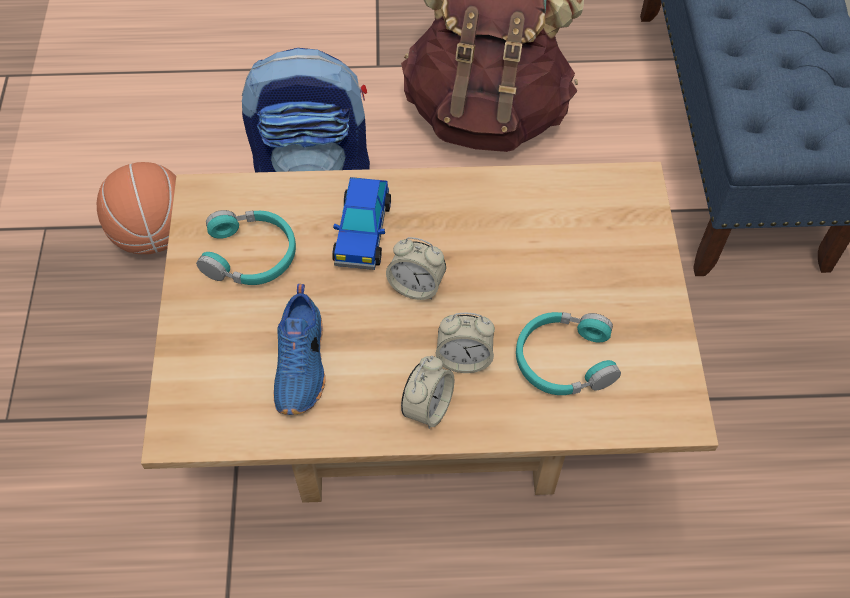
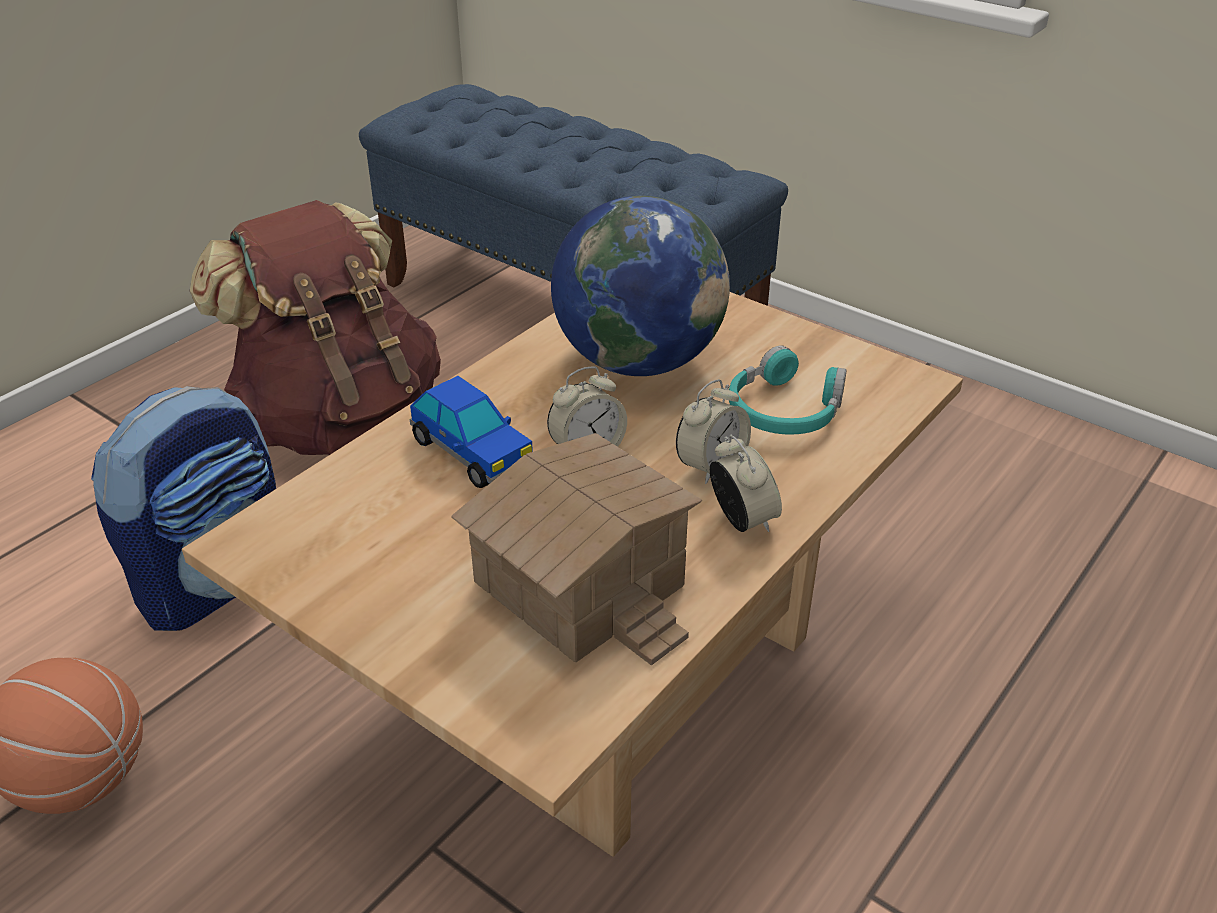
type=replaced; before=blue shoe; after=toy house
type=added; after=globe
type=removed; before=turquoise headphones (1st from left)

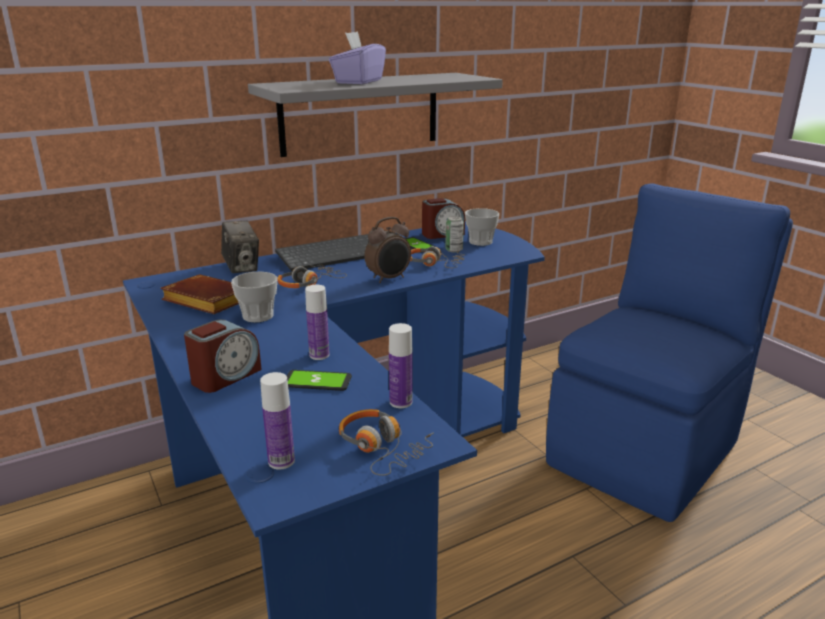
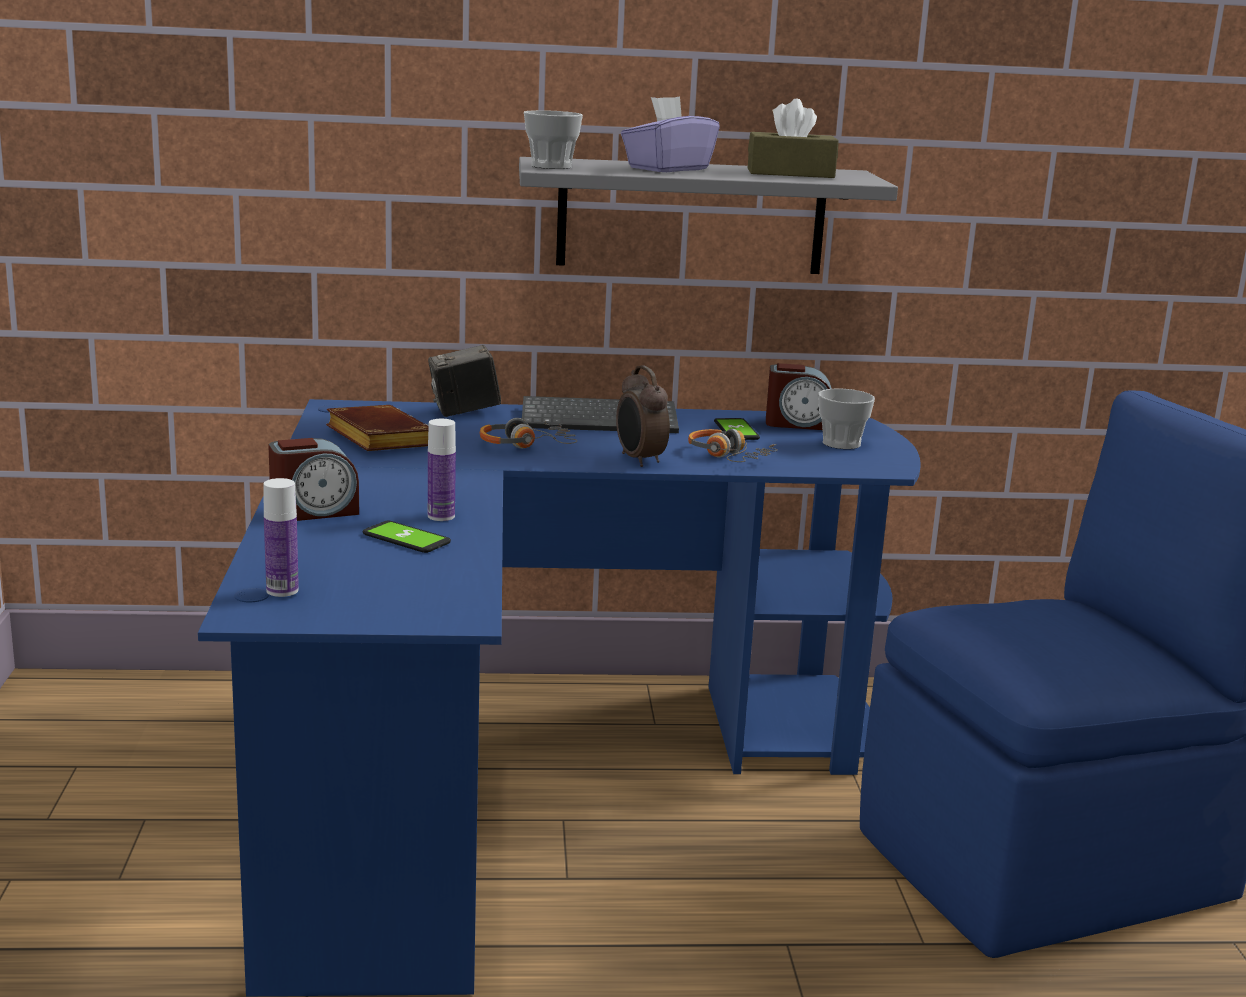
type=turned; before=photo camera; turn=75
type=moved; before=cup (1st from left)
type=turned; before=alarm clock (2nd from left); turn=75
type=added; after=brown tissue box
type=removed; before=headphones (2nd from left)
type=removed; before=bottle (3rd from left)
type=removed; before=can

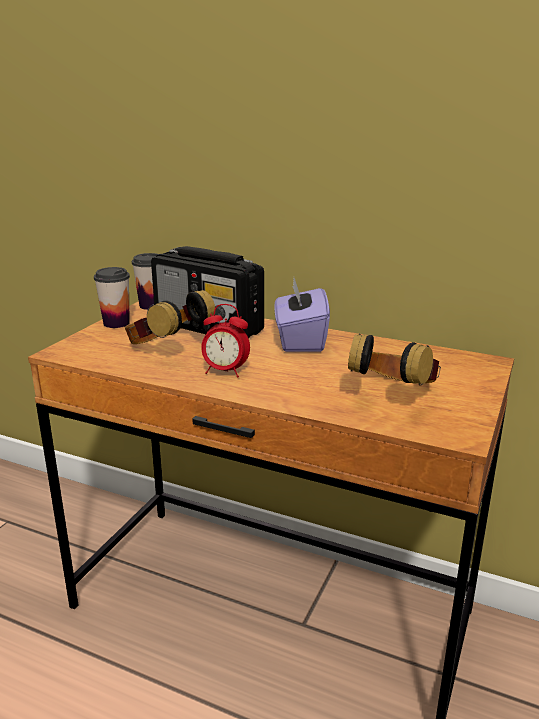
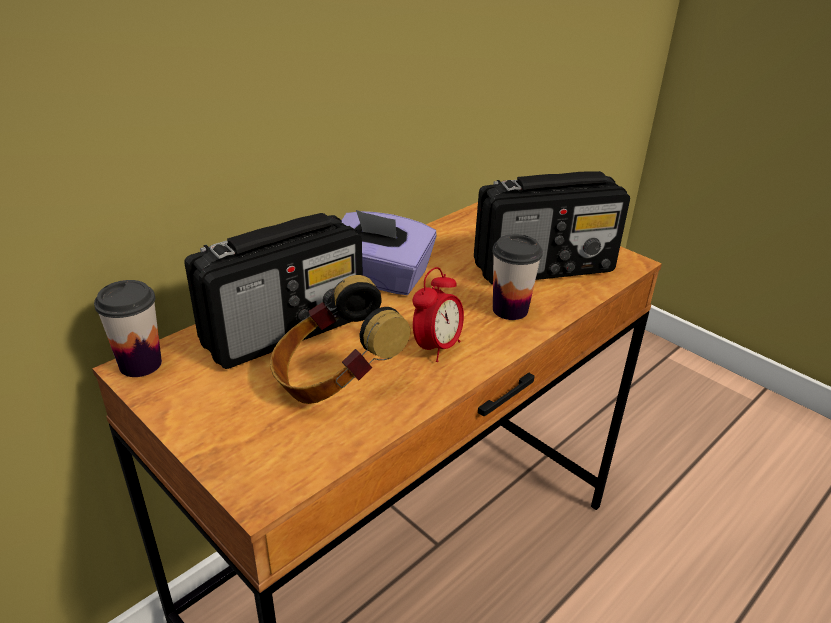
type=replaced; before=headphones (2nd from left); after=radio (2nd from left)
type=moved; before=cup (1st from left in the first image); after=cup (2nd from left)

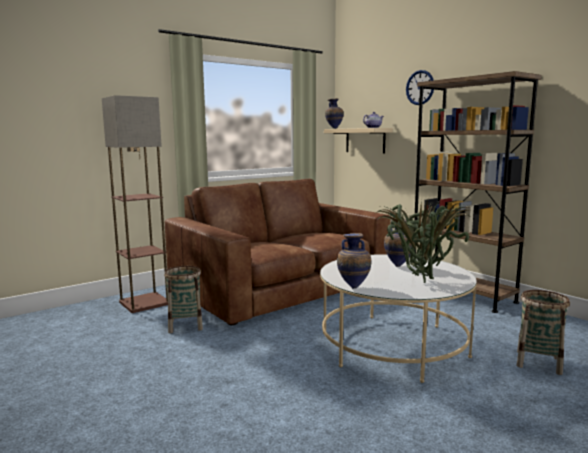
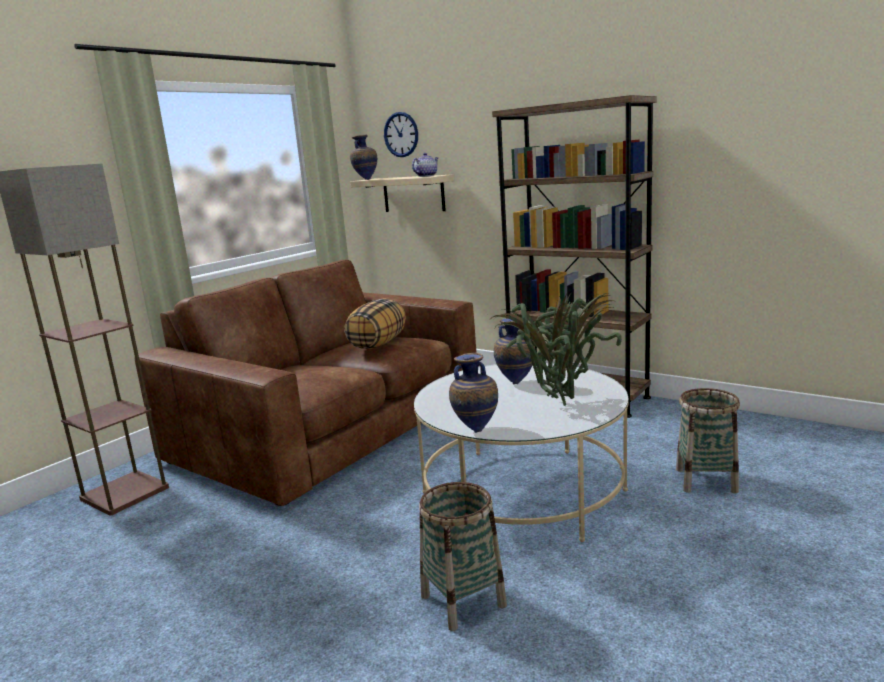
type=added; after=pillow
type=moved; before=wall clock
type=moved; before=basket (1st from left)

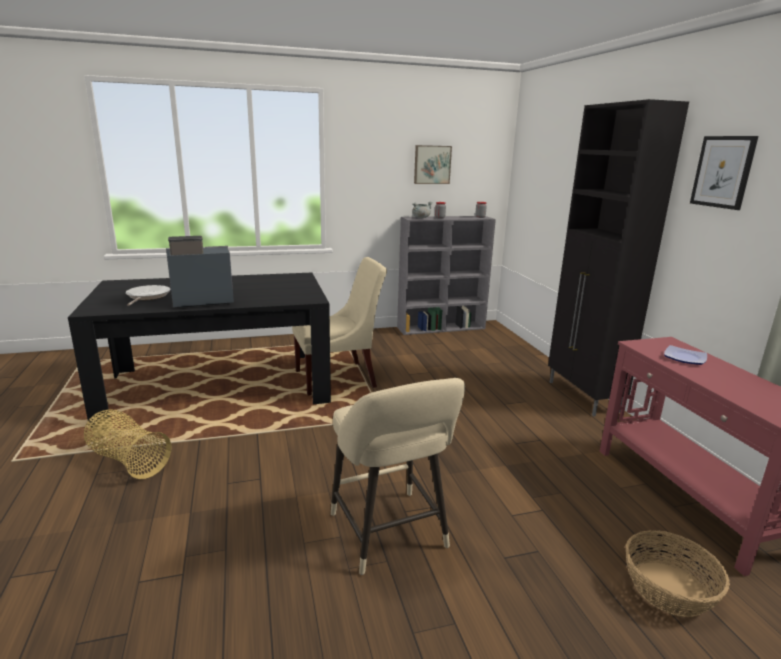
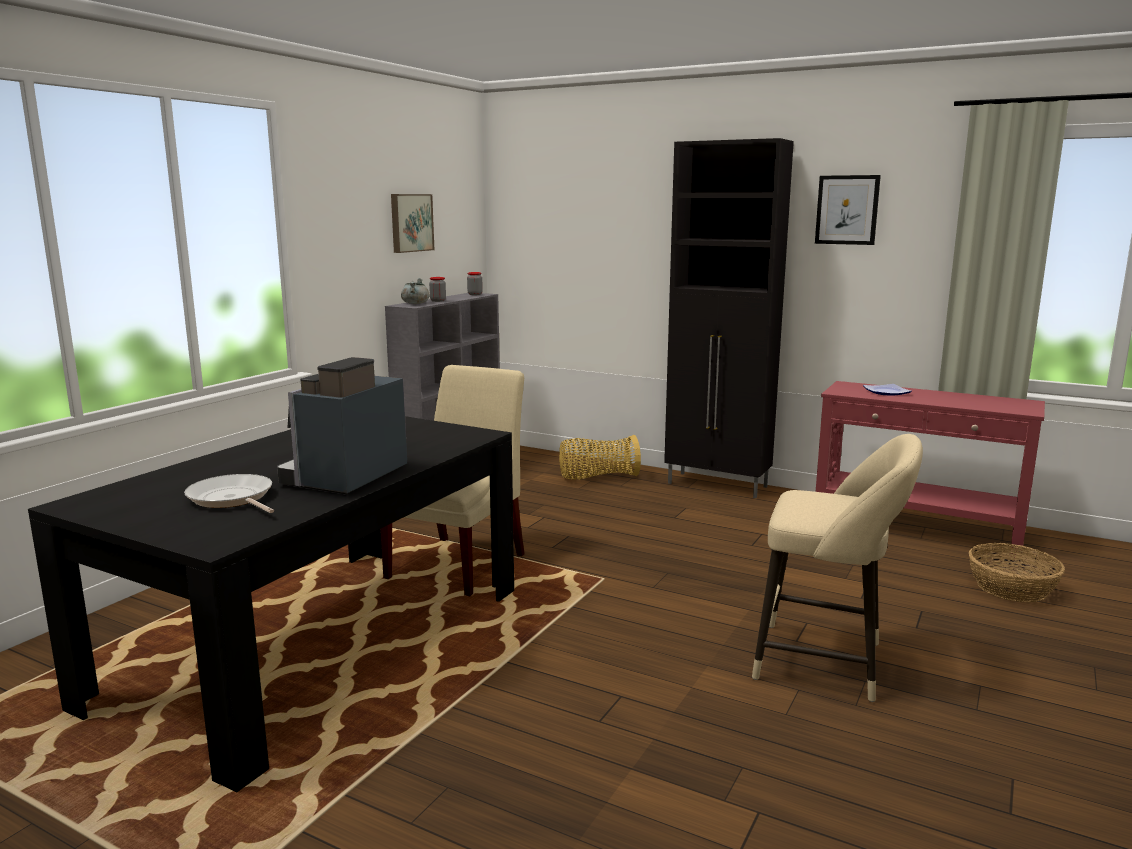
type=moved; before=basket (1st from left)

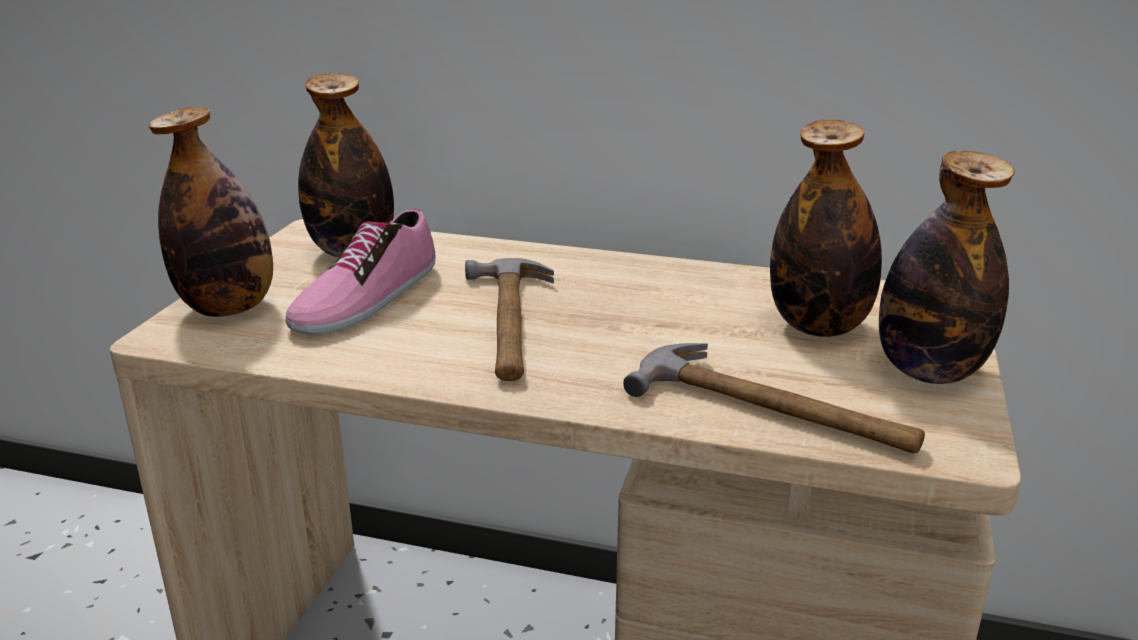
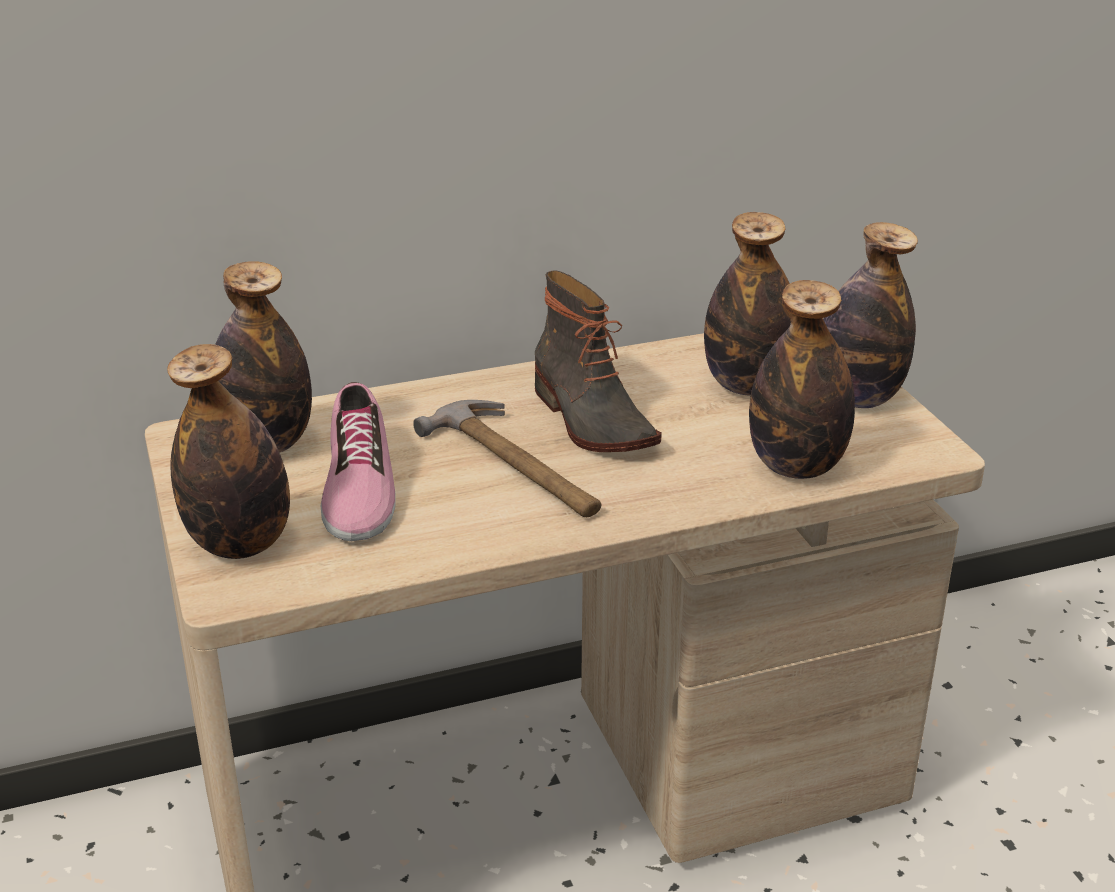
type=added; after=boot
type=replaced; before=hammer (2nd from left); after=bottle (4th from left)

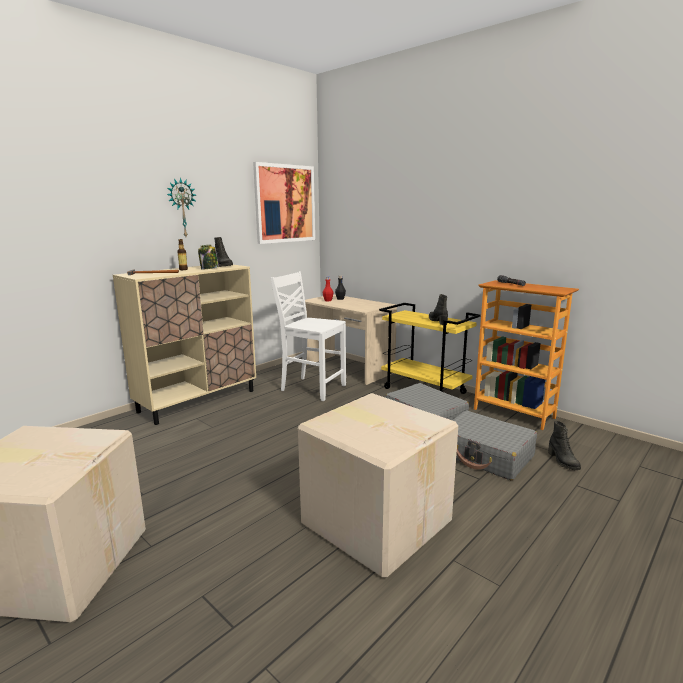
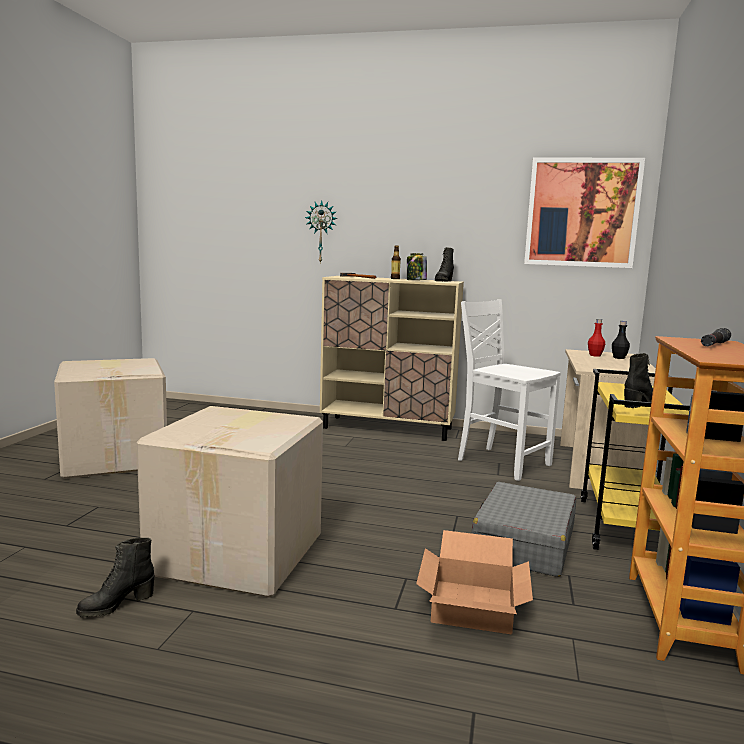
type=moved; before=black boot (3rd from left in the first image); after=black boot (1st from left)
type=moved; before=wall clock
type=replaced; before=grey suitcase (2nd from left); after=cardboard box (3rd from left)
type=turned; before=white chair; turn=-45

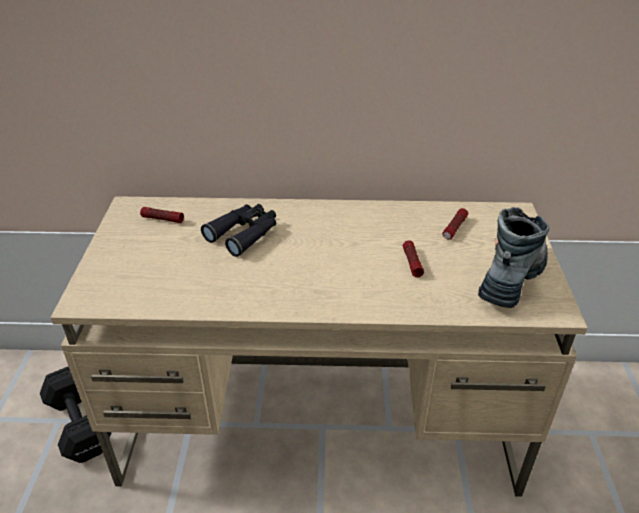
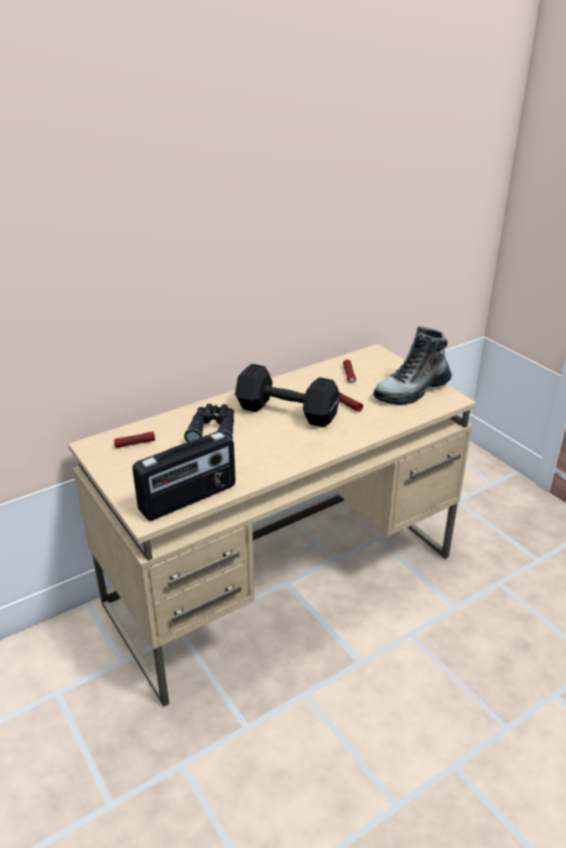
type=added; after=radio
type=moved; before=black dumbbell
type=turned; before=boot; turn=-120

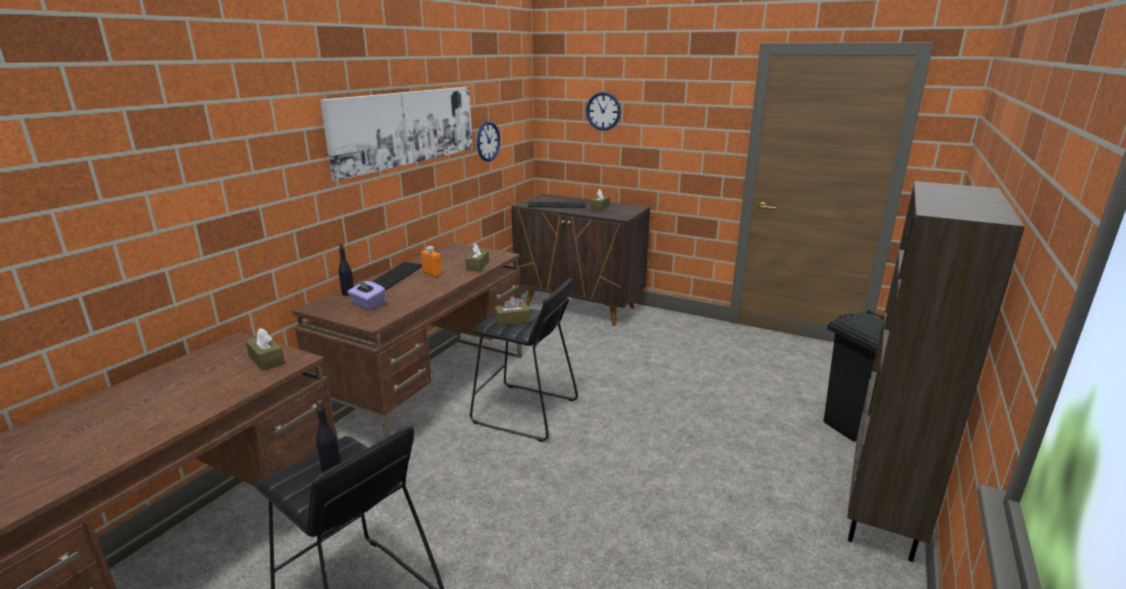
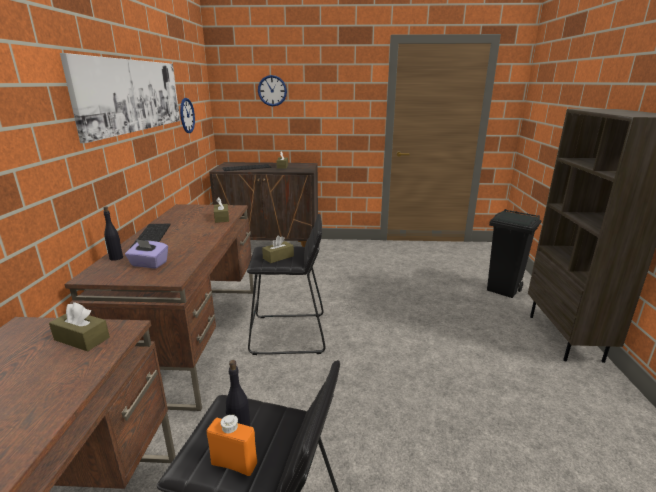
type=moved; before=orange bottle

